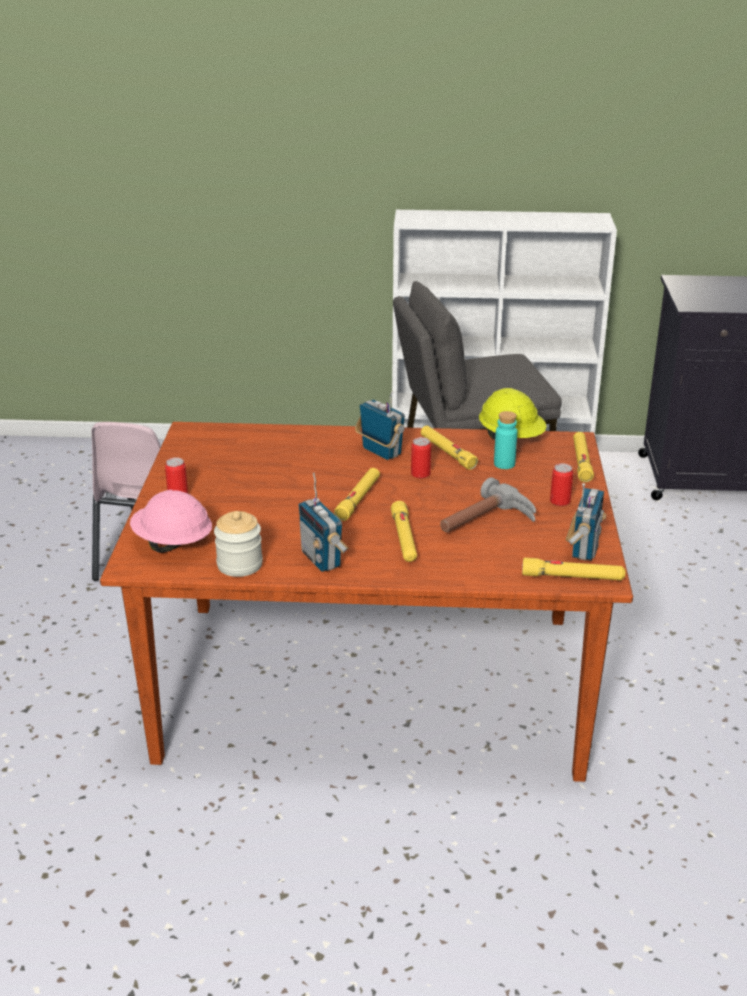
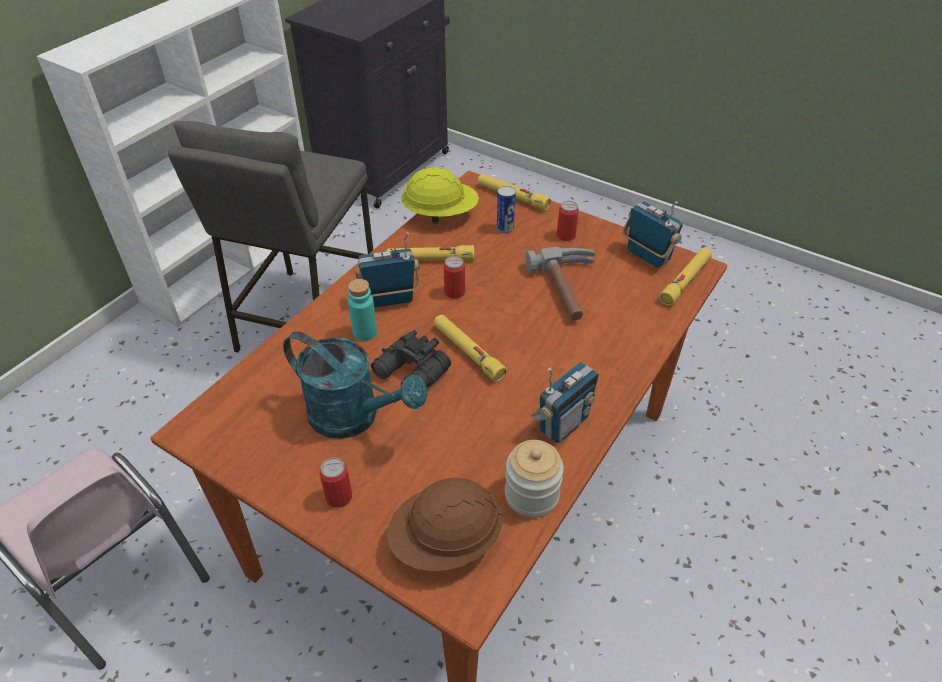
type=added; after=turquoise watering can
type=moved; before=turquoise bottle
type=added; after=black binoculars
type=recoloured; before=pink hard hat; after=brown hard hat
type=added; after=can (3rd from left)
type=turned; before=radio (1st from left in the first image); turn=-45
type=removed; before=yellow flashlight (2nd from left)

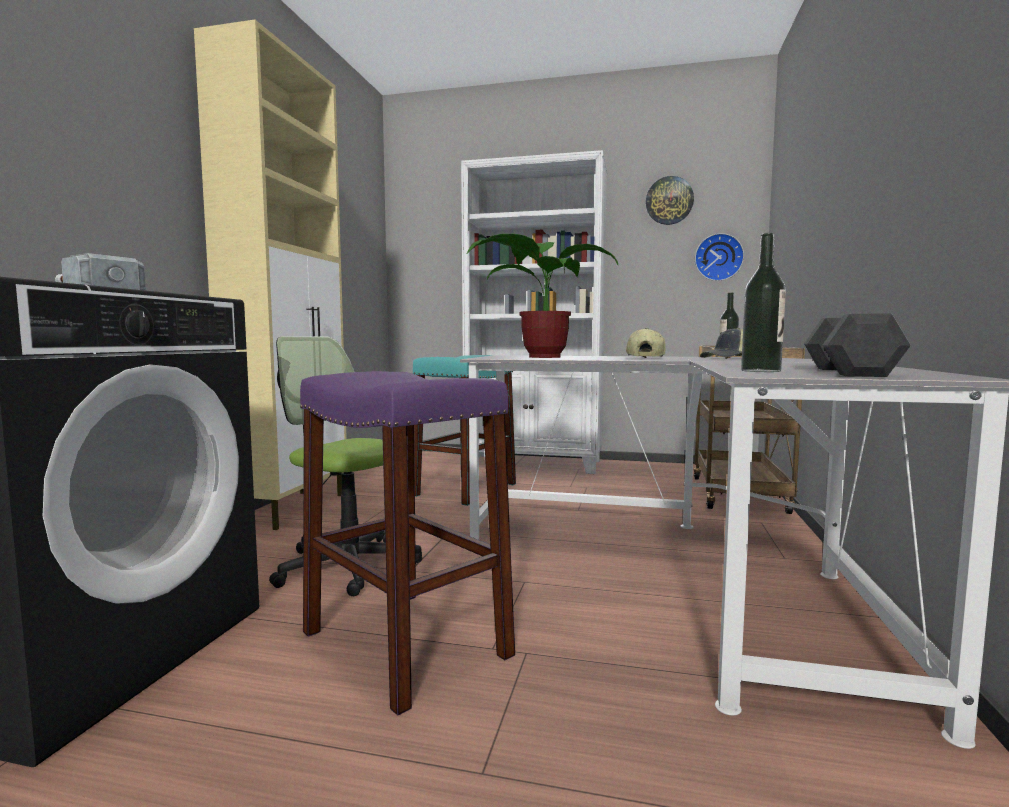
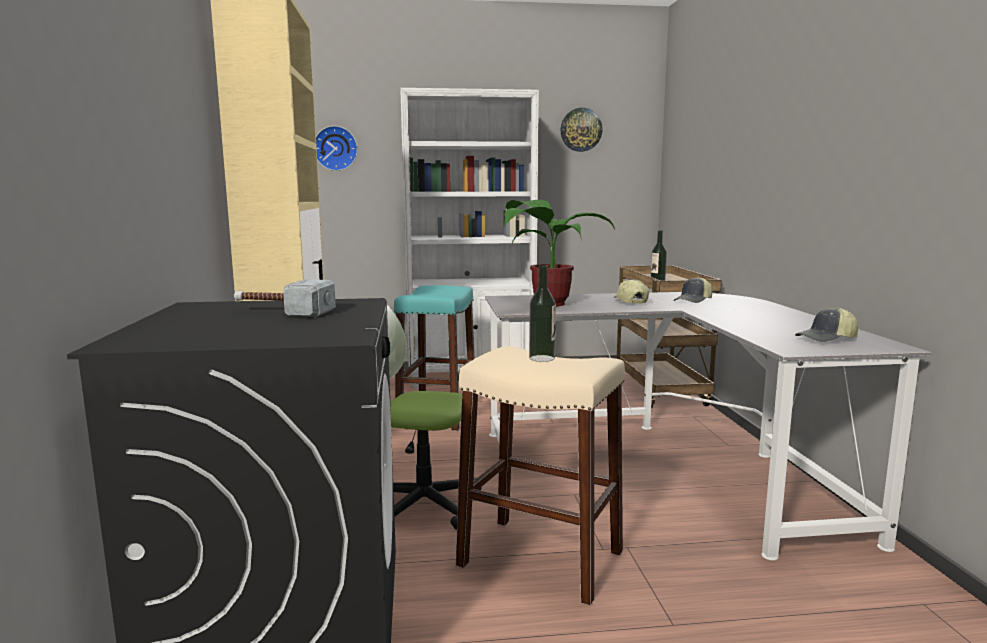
type=moved; before=wall clock (2nd from left in the first image); after=wall clock (1st from left)
type=recoloured; before=purple stool; after=beige stool
type=moved; before=bottle (2nd from left in the first image); after=bottle (1st from left)
type=replaced; before=black dumbbell; after=cap (3rd from left)

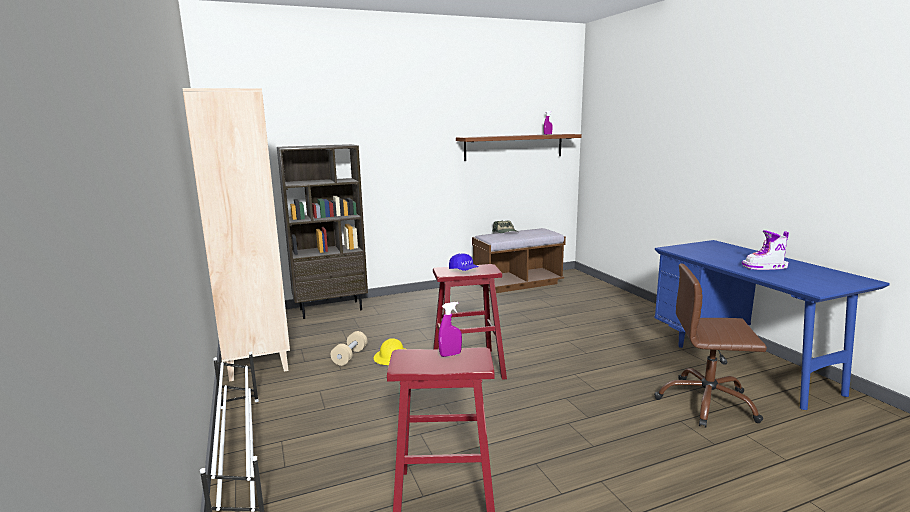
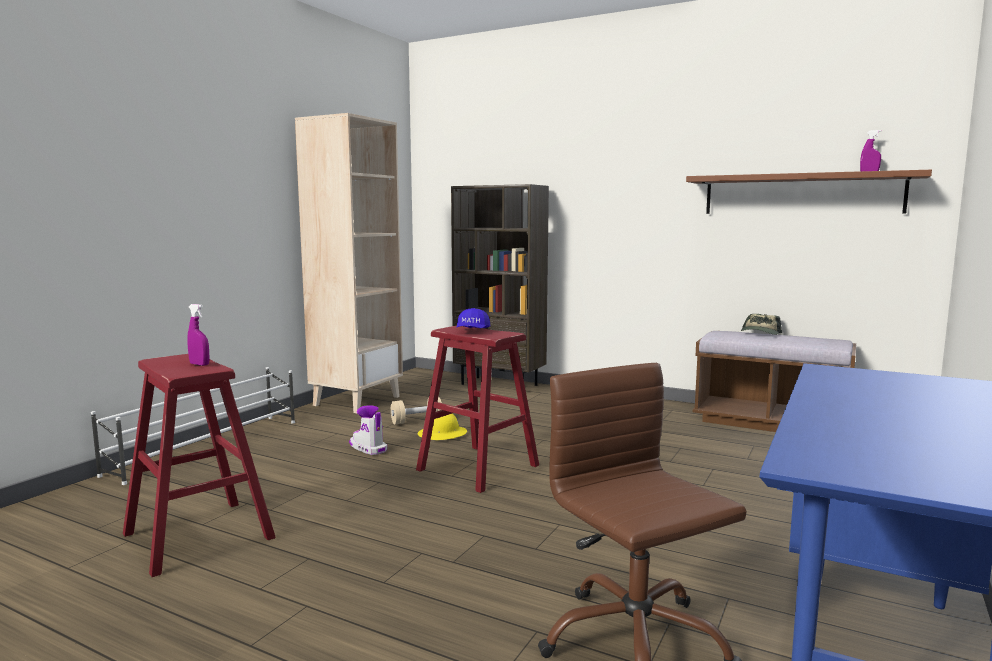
type=moved; before=boot

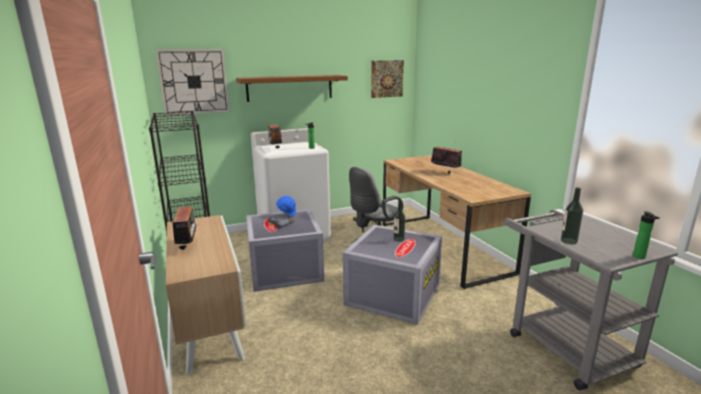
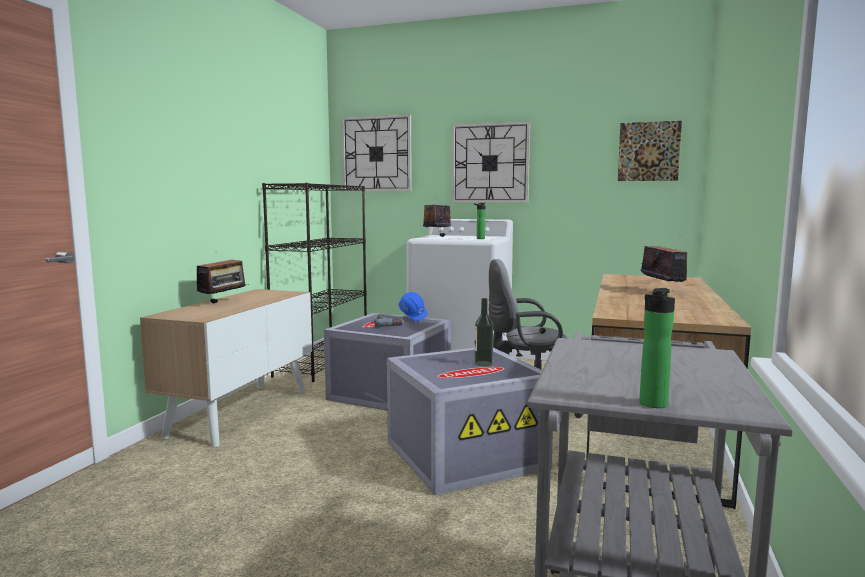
type=replaced; before=brown shelf; after=wall clock (2nd from left)
type=removed; before=bottle (3rd from left)

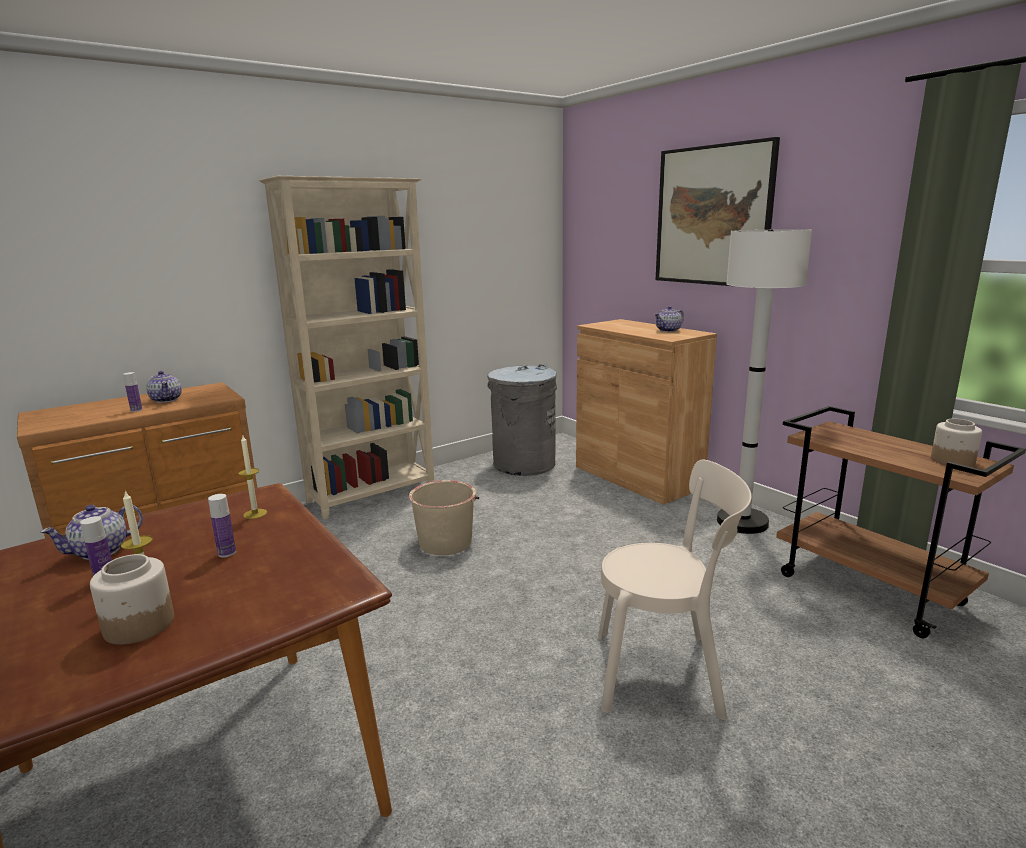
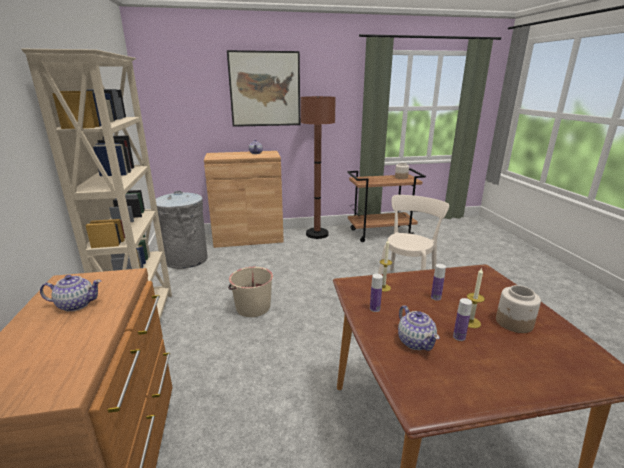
type=recoloured; before=white floor lamp; after=brown floor lamp
type=moved; before=bottle (2nd from left in the first image); after=bottle (1st from left)

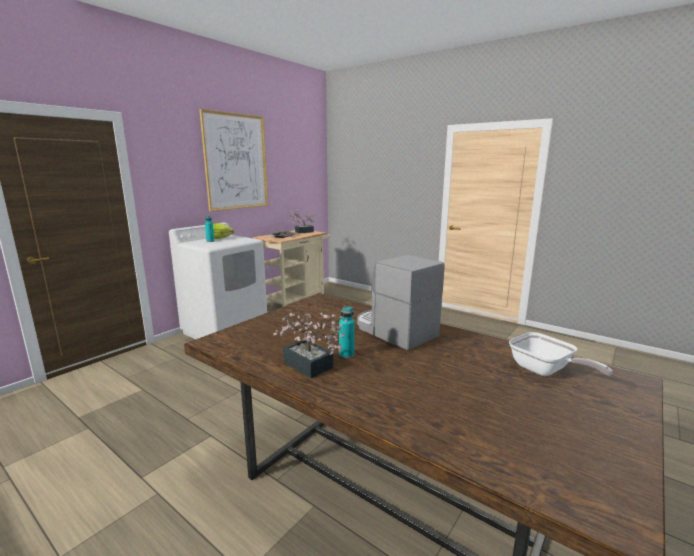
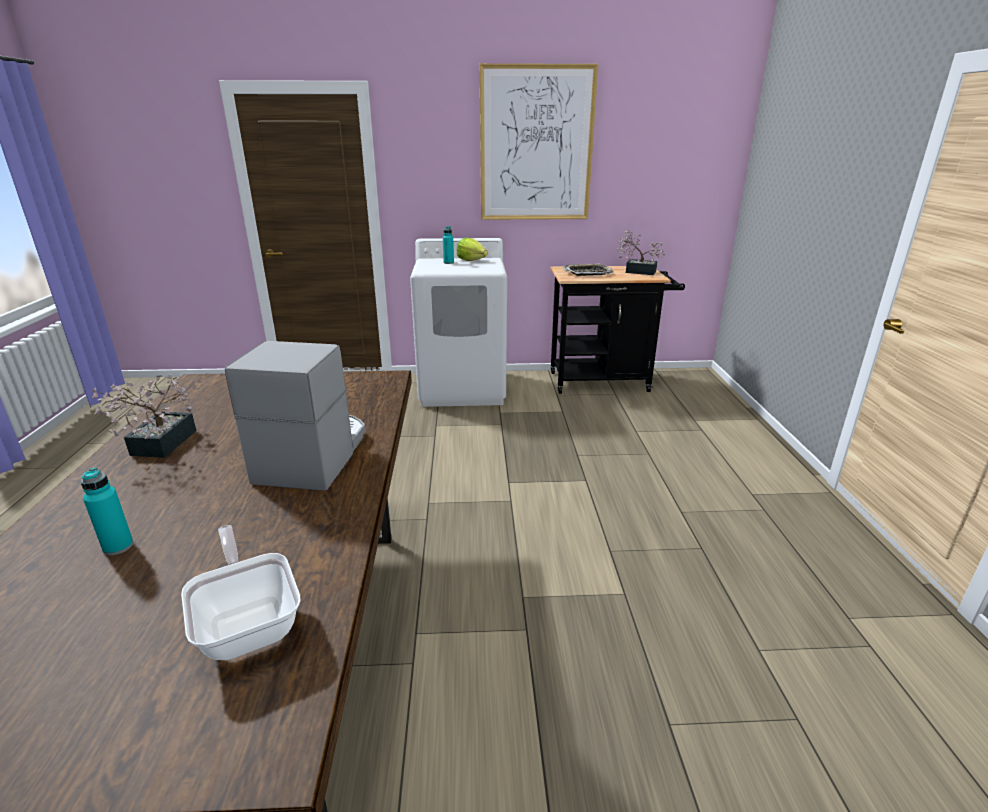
type=moved; before=turquoise bottle (2nd from left in the first image); after=turquoise bottle (1st from left)
type=turned; before=frying pan; turn=135
type=recoloured; before=beige cart; after=black cart

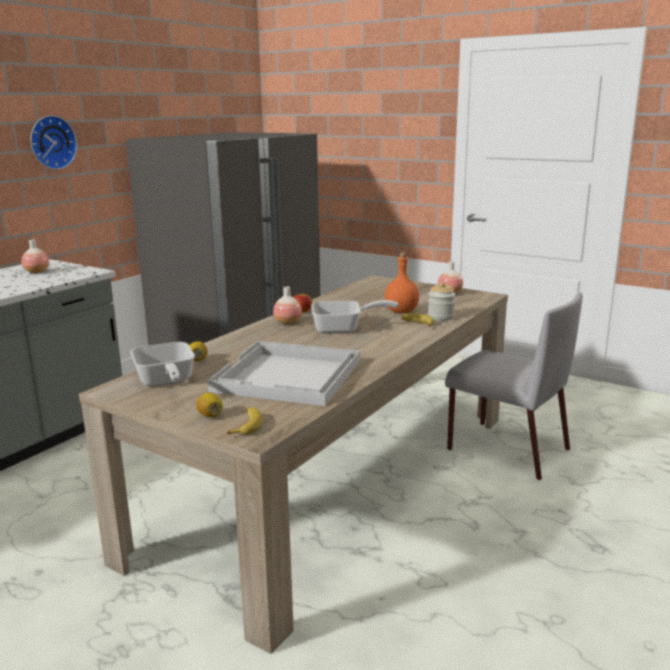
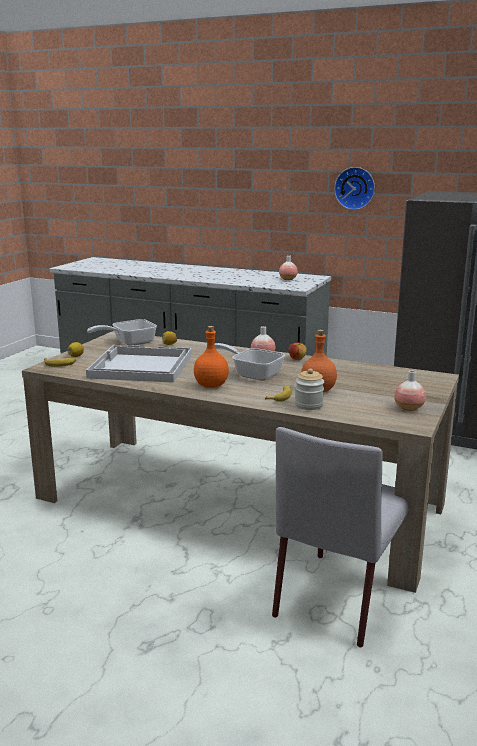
type=added; after=orange bottle (1st from left)
type=turned; before=frying pan (2nd from left); turn=135

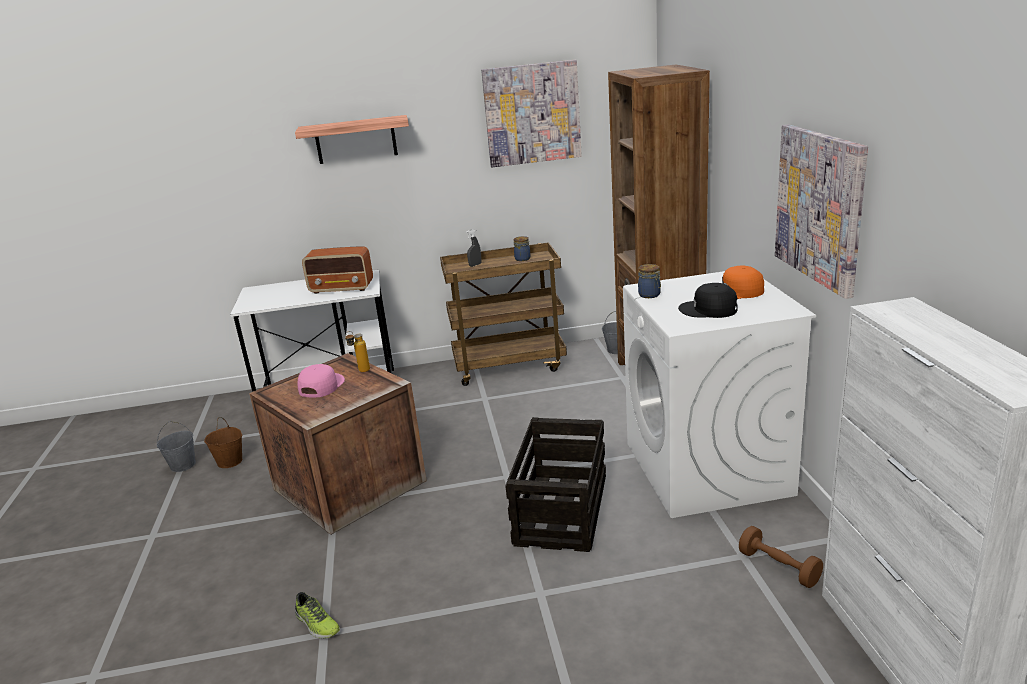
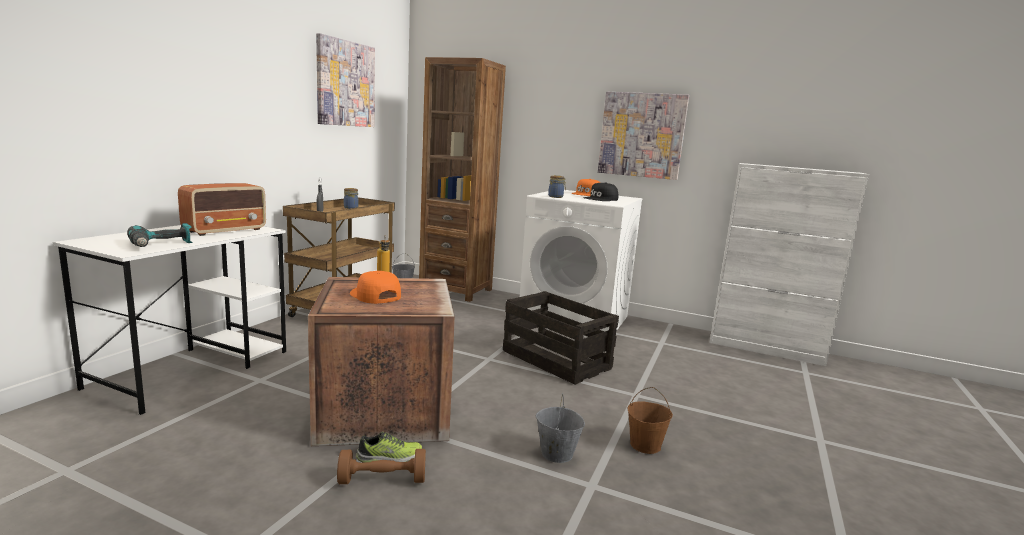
type=added; after=power drill
type=moved; before=brown dumbbell
type=recoloured; before=pink cap; after=orange cap (1st from left)
type=moved; before=shoe
type=moved; before=grey bucket (1st from left in the first image); after=grey bucket (2nd from left)
type=moved; before=brown bucket
type=removed; before=shelf

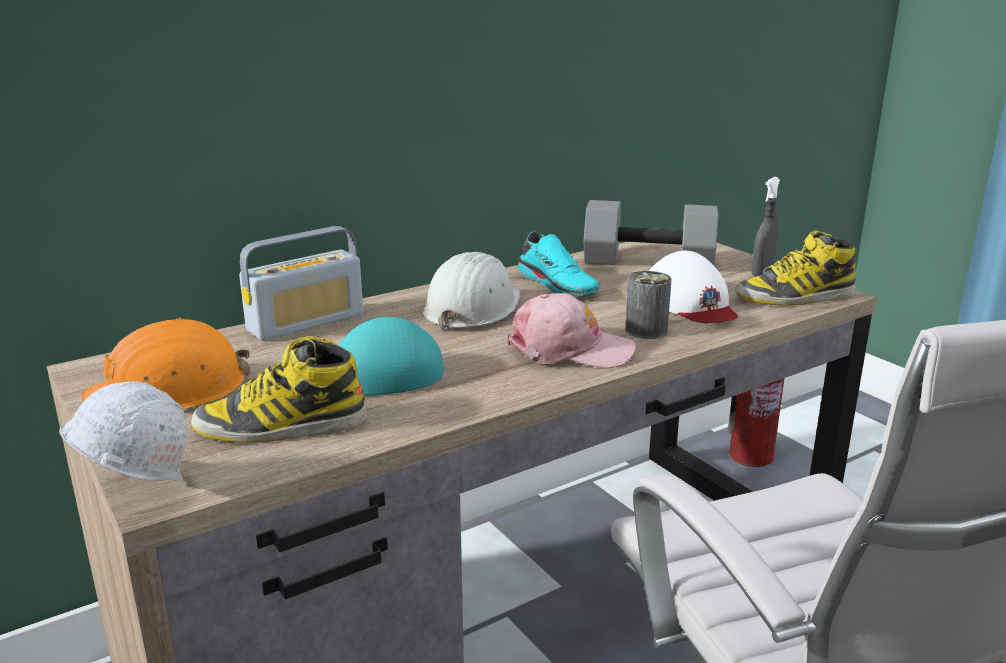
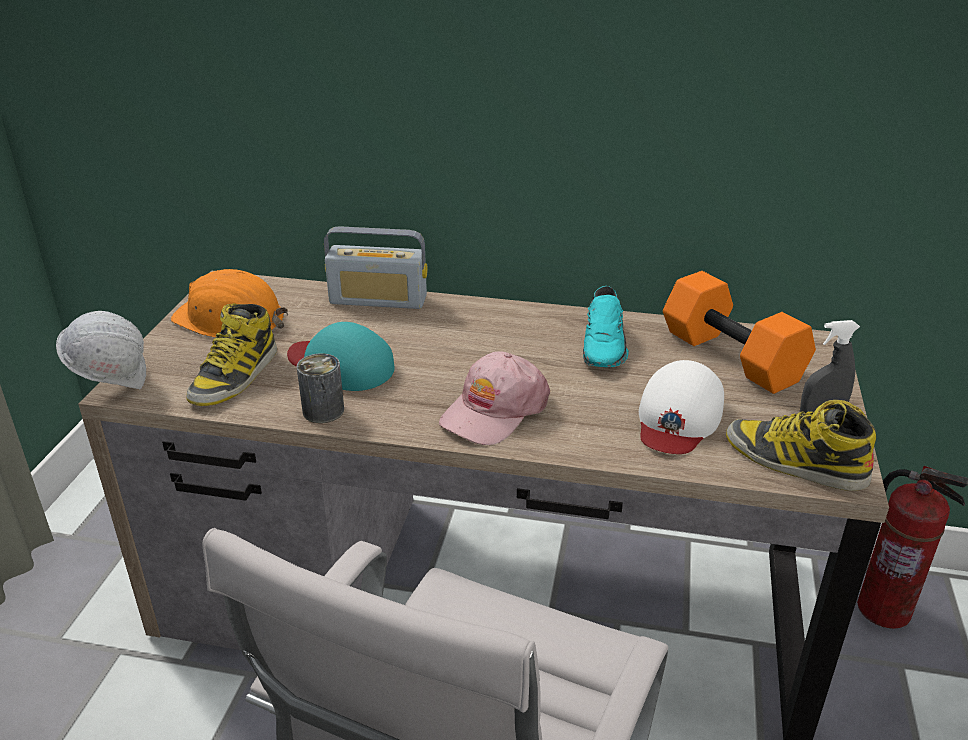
type=turned; before=boot (1st from left); turn=-105
type=moved; before=can
type=turned; before=pink cap; turn=75
type=recoloured; before=grey dumbbell; after=orange dumbbell
type=removed; before=white hard hat (2nd from left)

